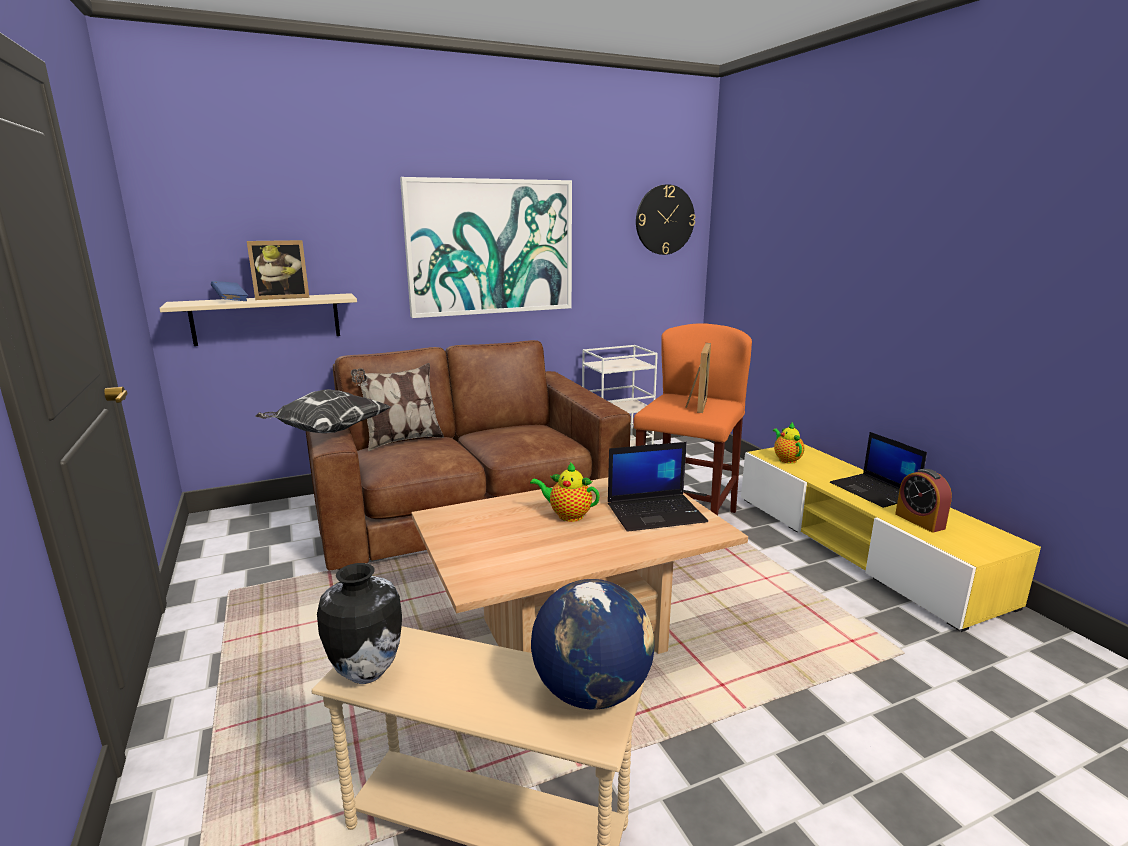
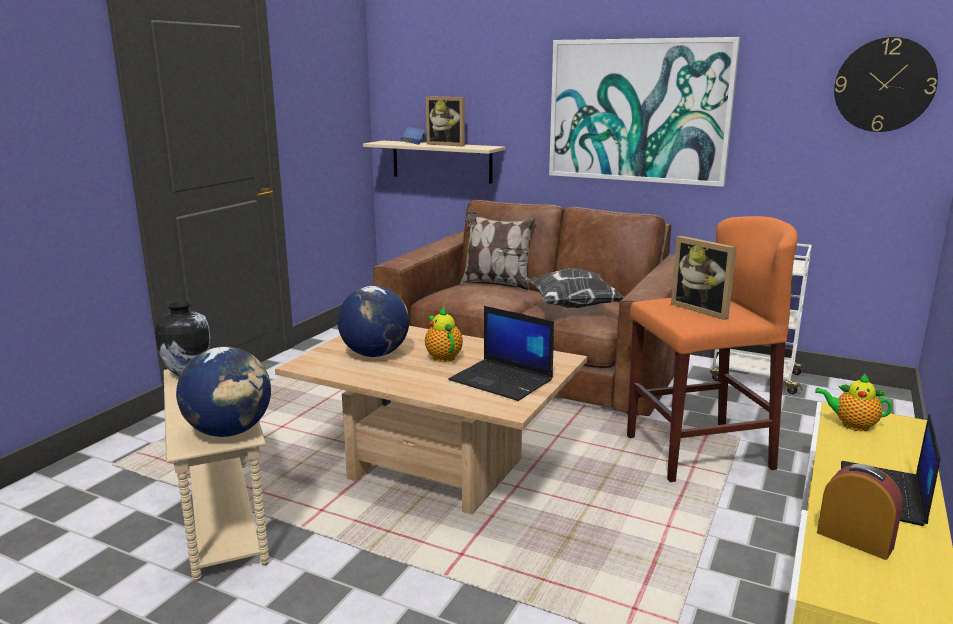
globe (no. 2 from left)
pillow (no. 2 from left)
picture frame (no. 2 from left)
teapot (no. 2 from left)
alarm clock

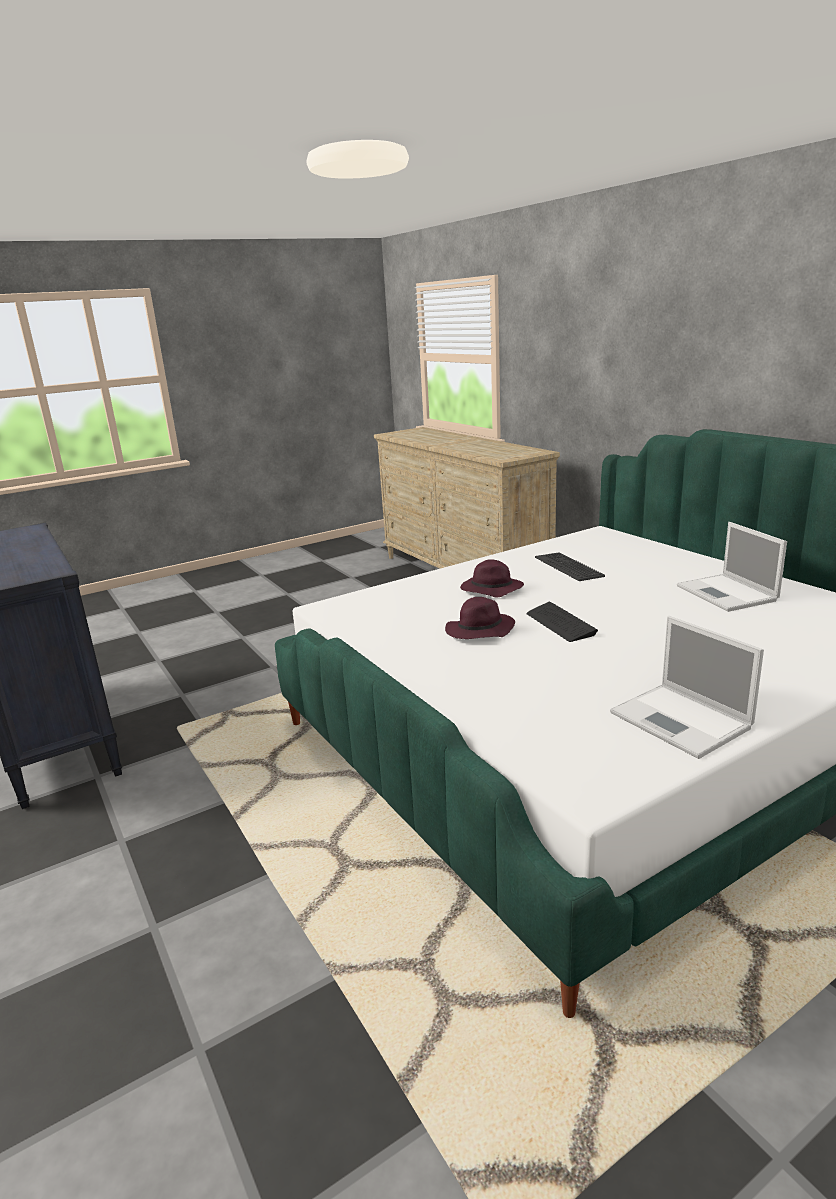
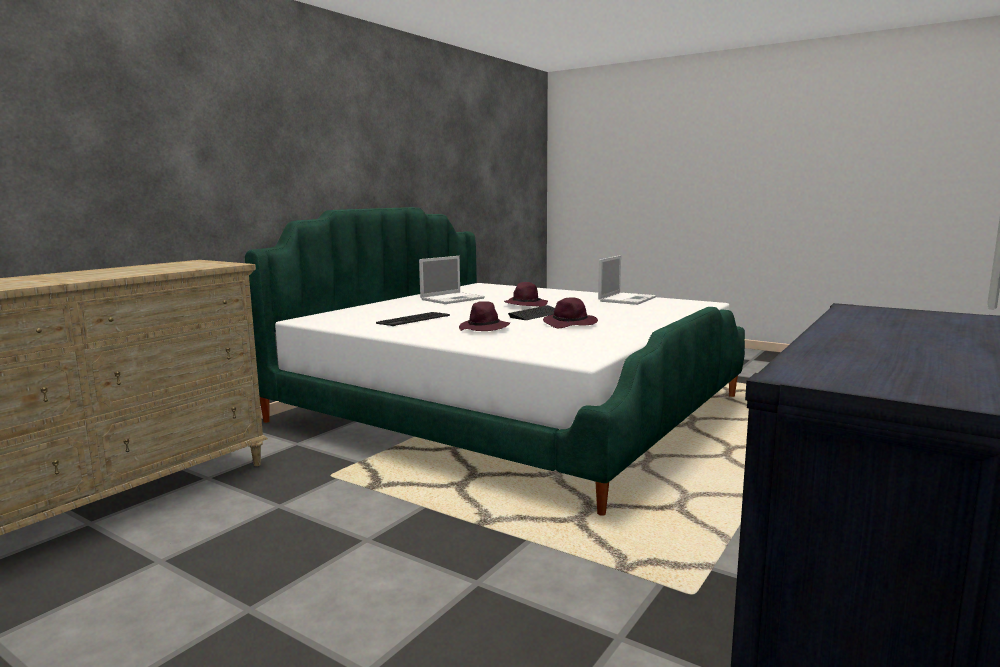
hat (purple) (no. 2 from left)

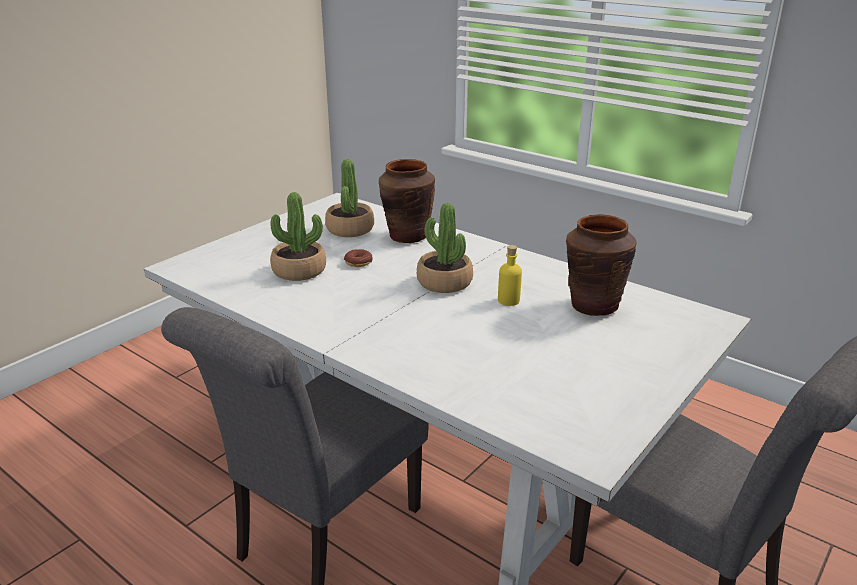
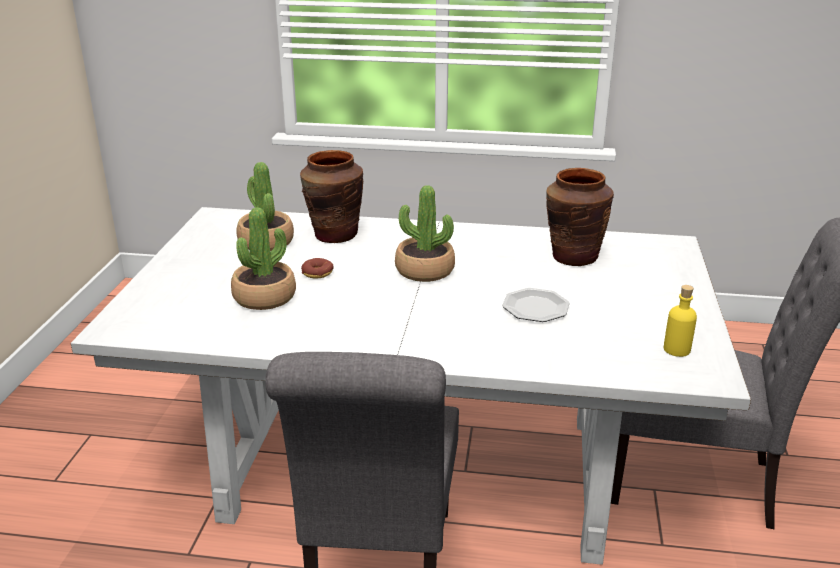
plate
bottle (yellow)

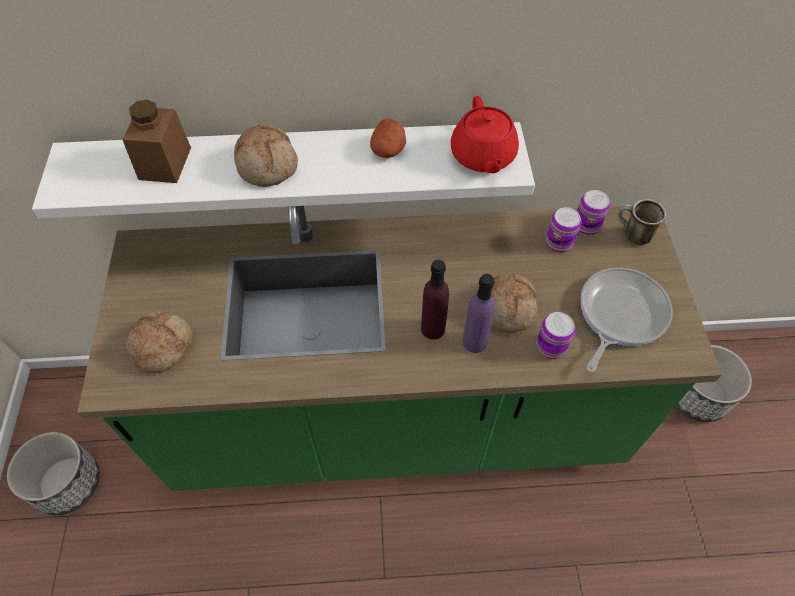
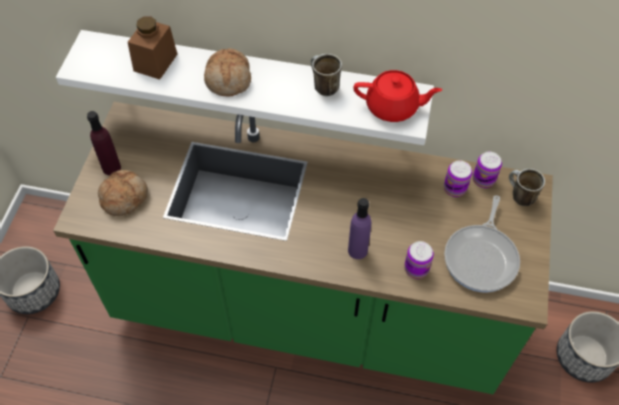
bottle (purple) (no. 1 from left)
mug (no. 1 from left)
teapot (red)
frying pan
bread (no. 3 from left in the first image)

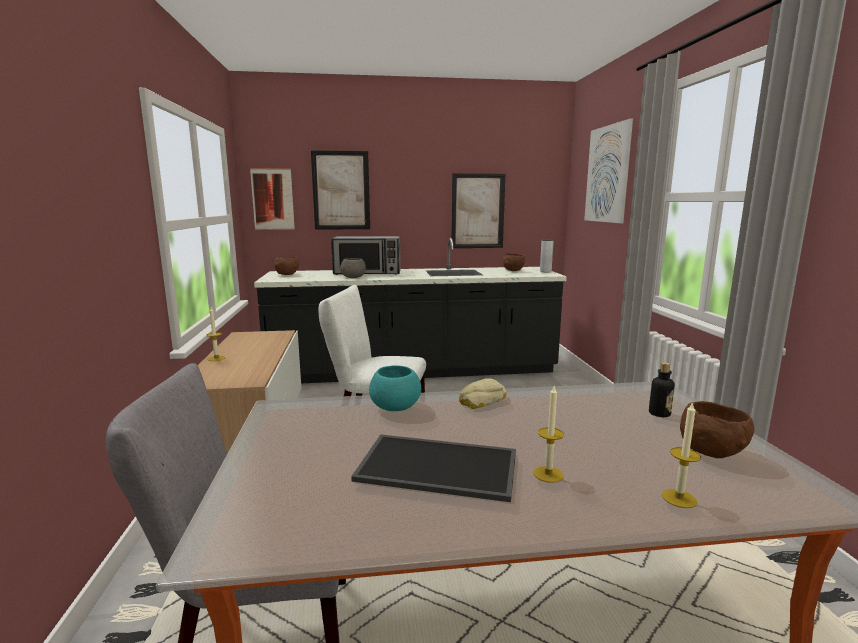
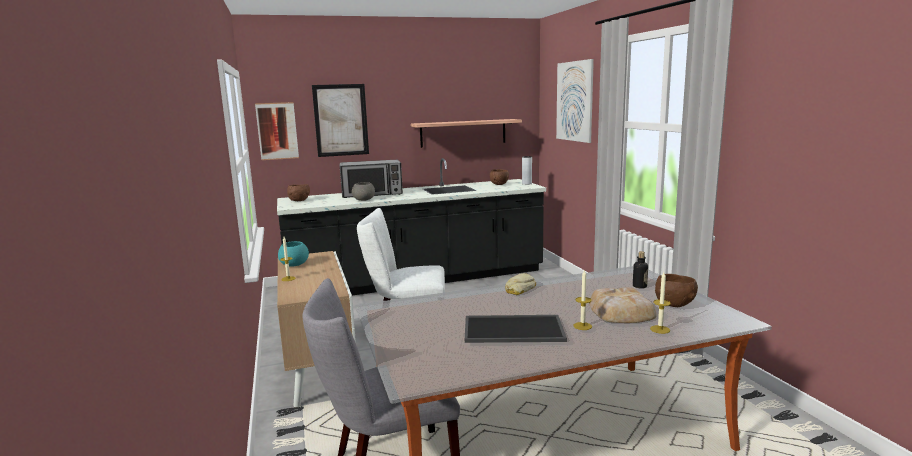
bowl (turquoise)
shelf
bread (no. 2 from left)

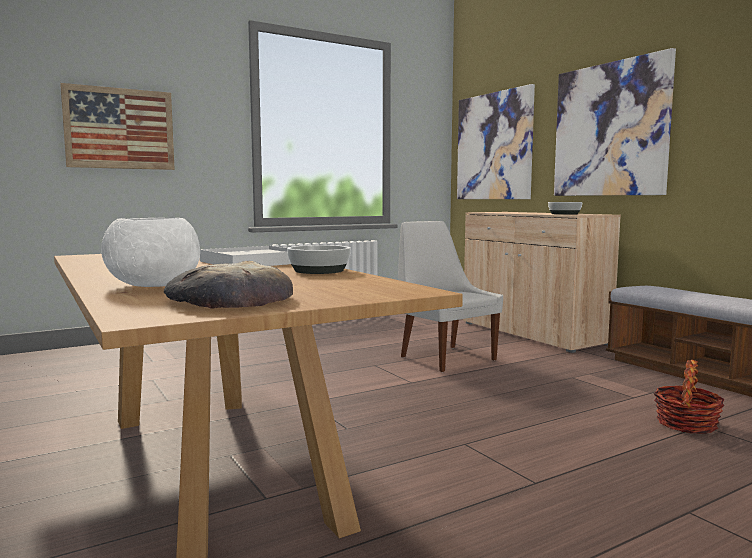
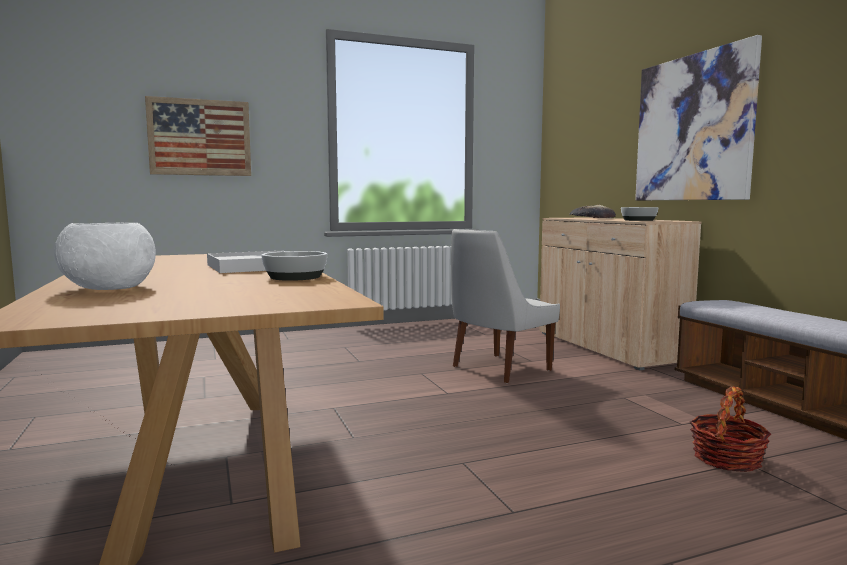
chair (white)
bread
picture (no. 2 from left in the first image)

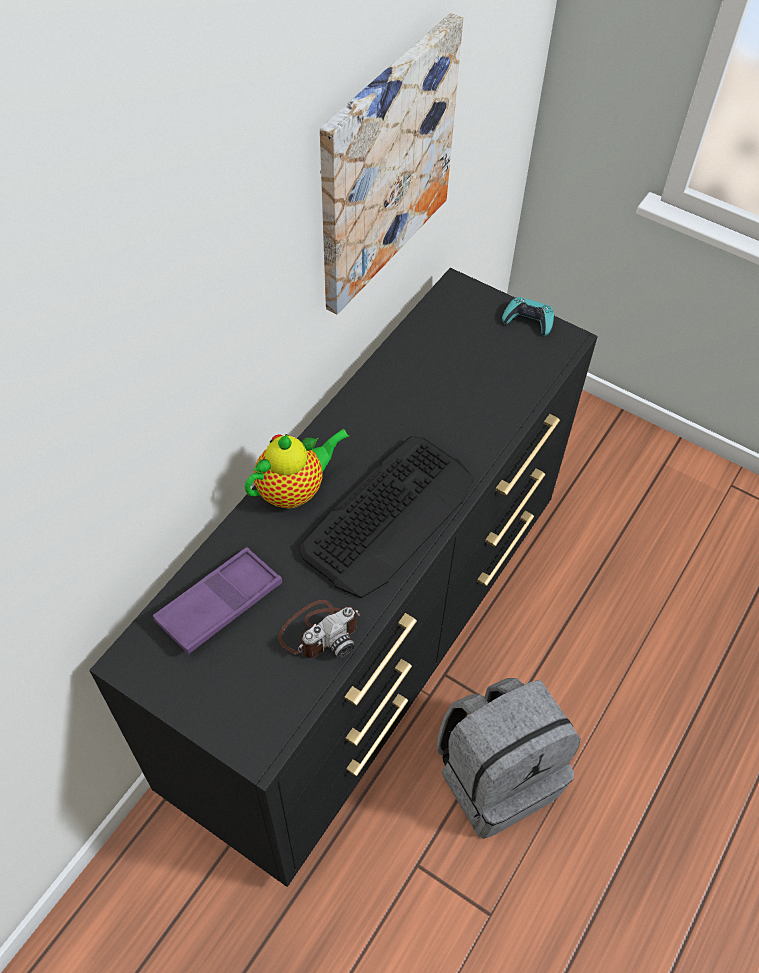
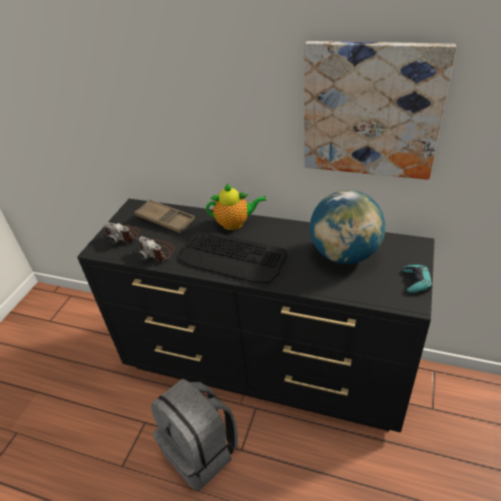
photo camera (no. 1 from left)
tray (brown)
teapot
globe

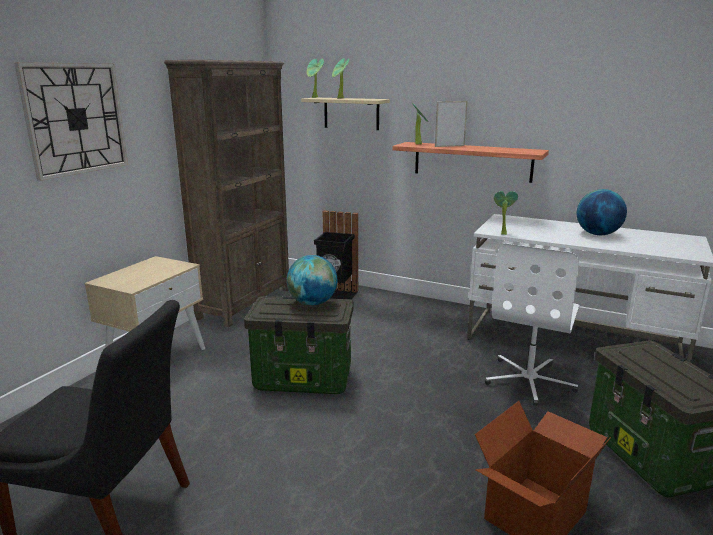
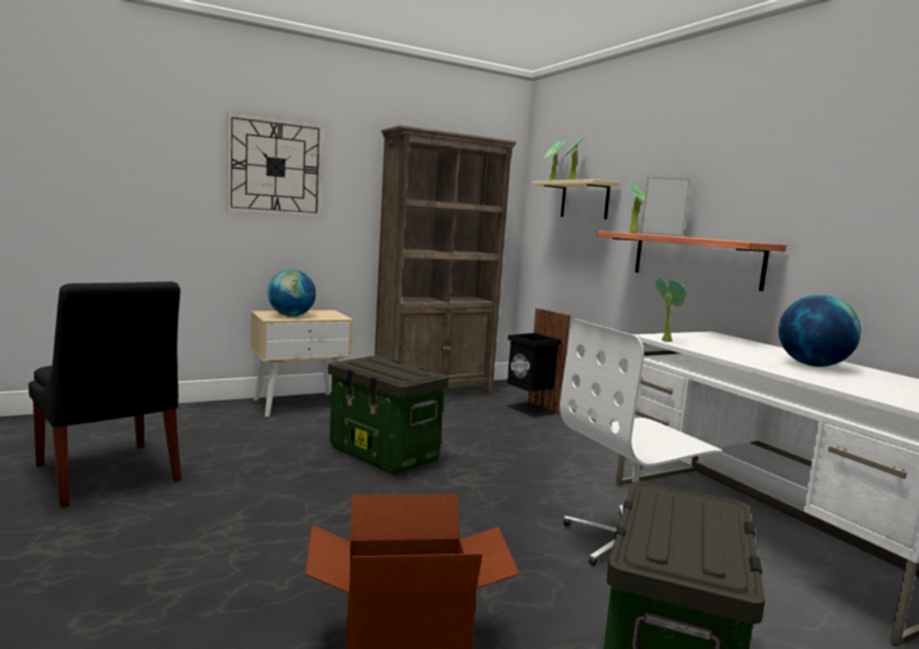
globe (no. 1 from left)

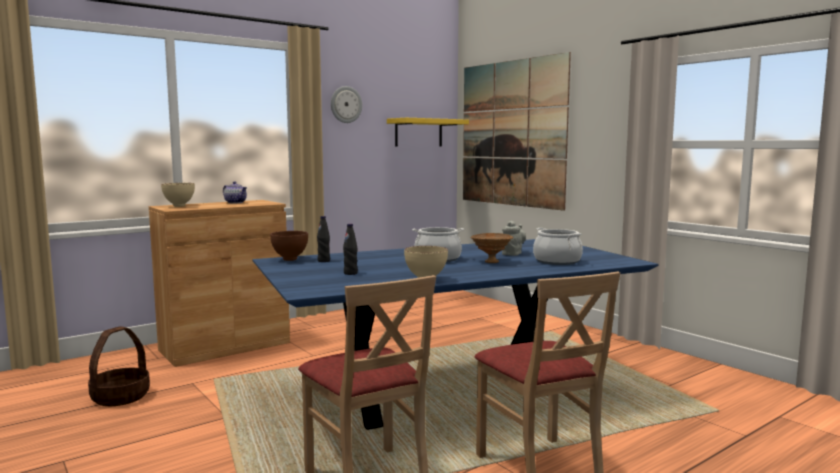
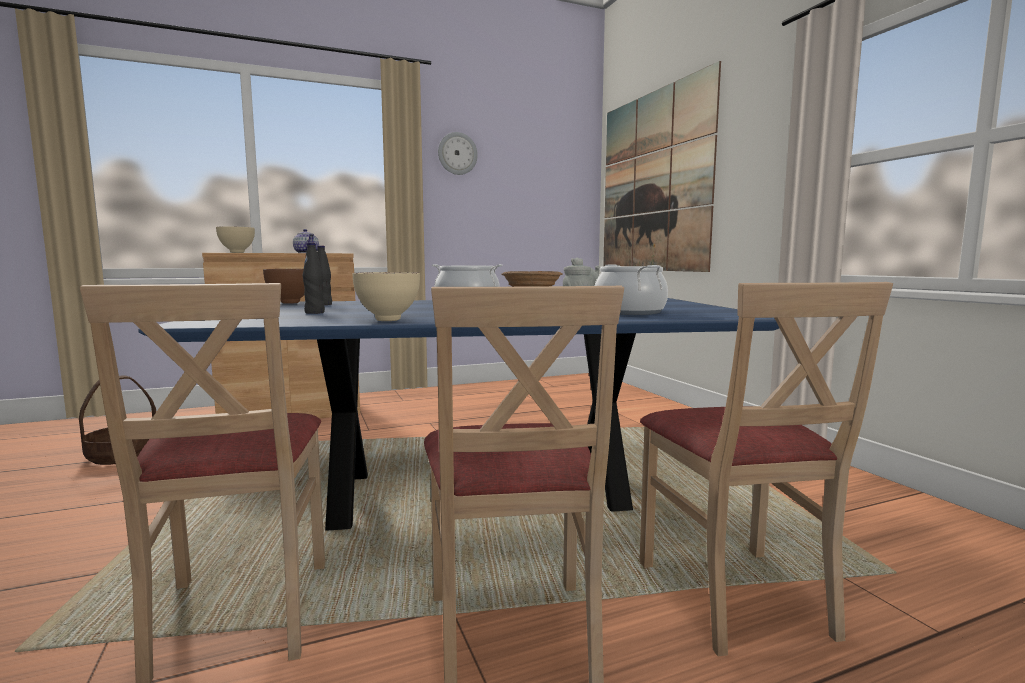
chair (beige) (no. 3 from left)
shelf (yellow)

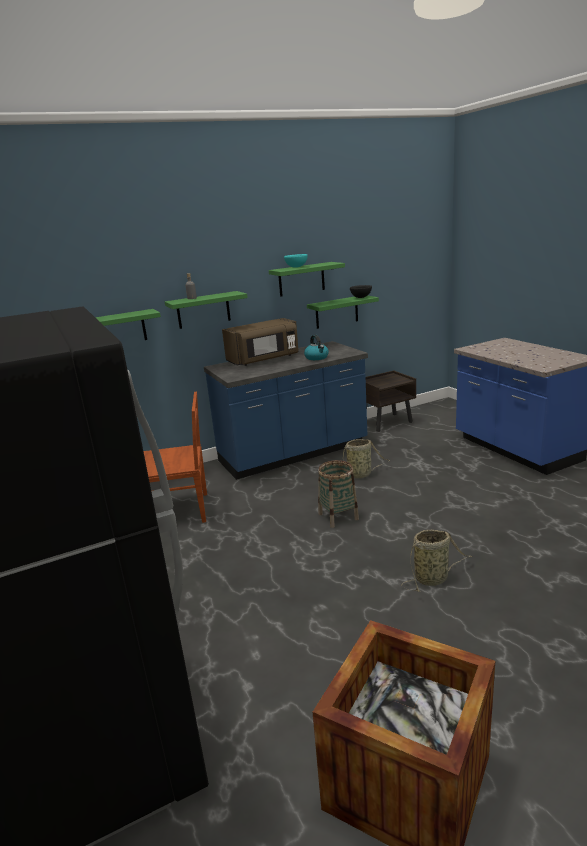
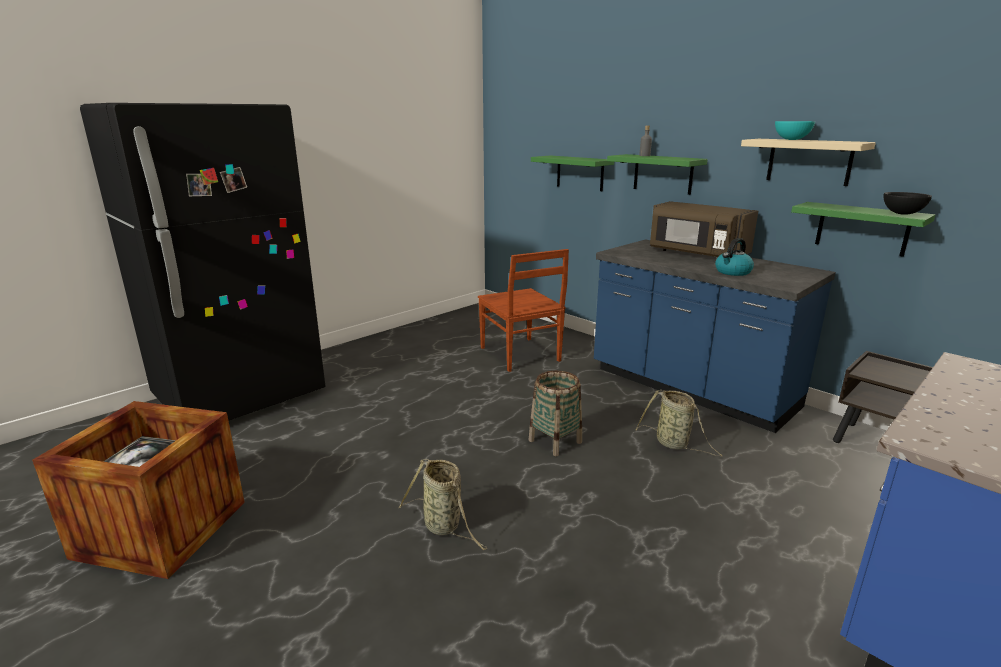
shelf (beige)

